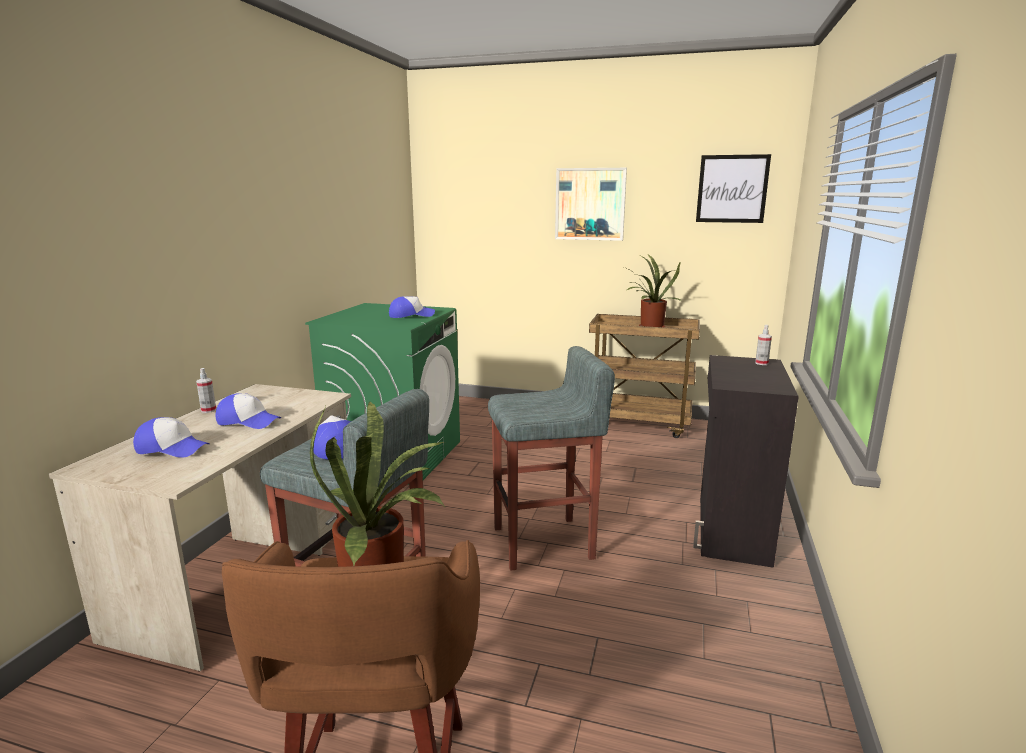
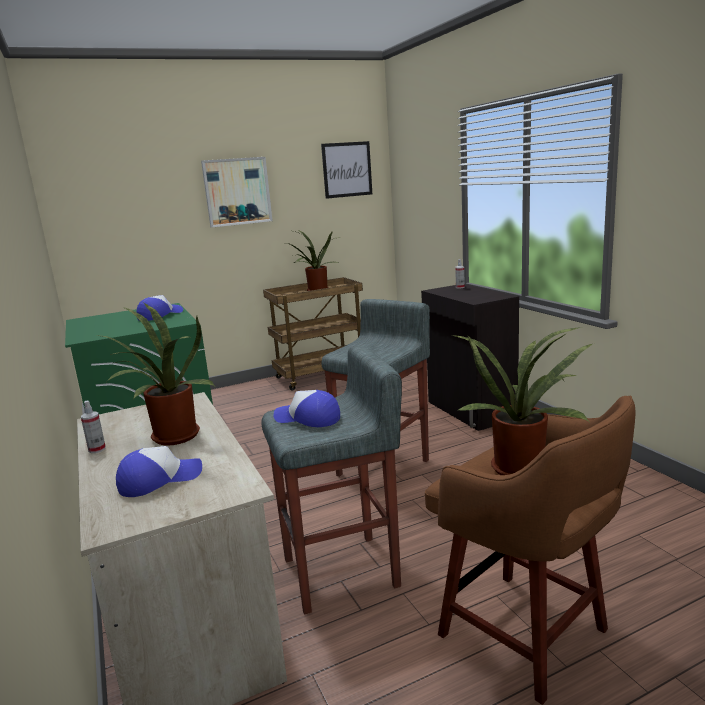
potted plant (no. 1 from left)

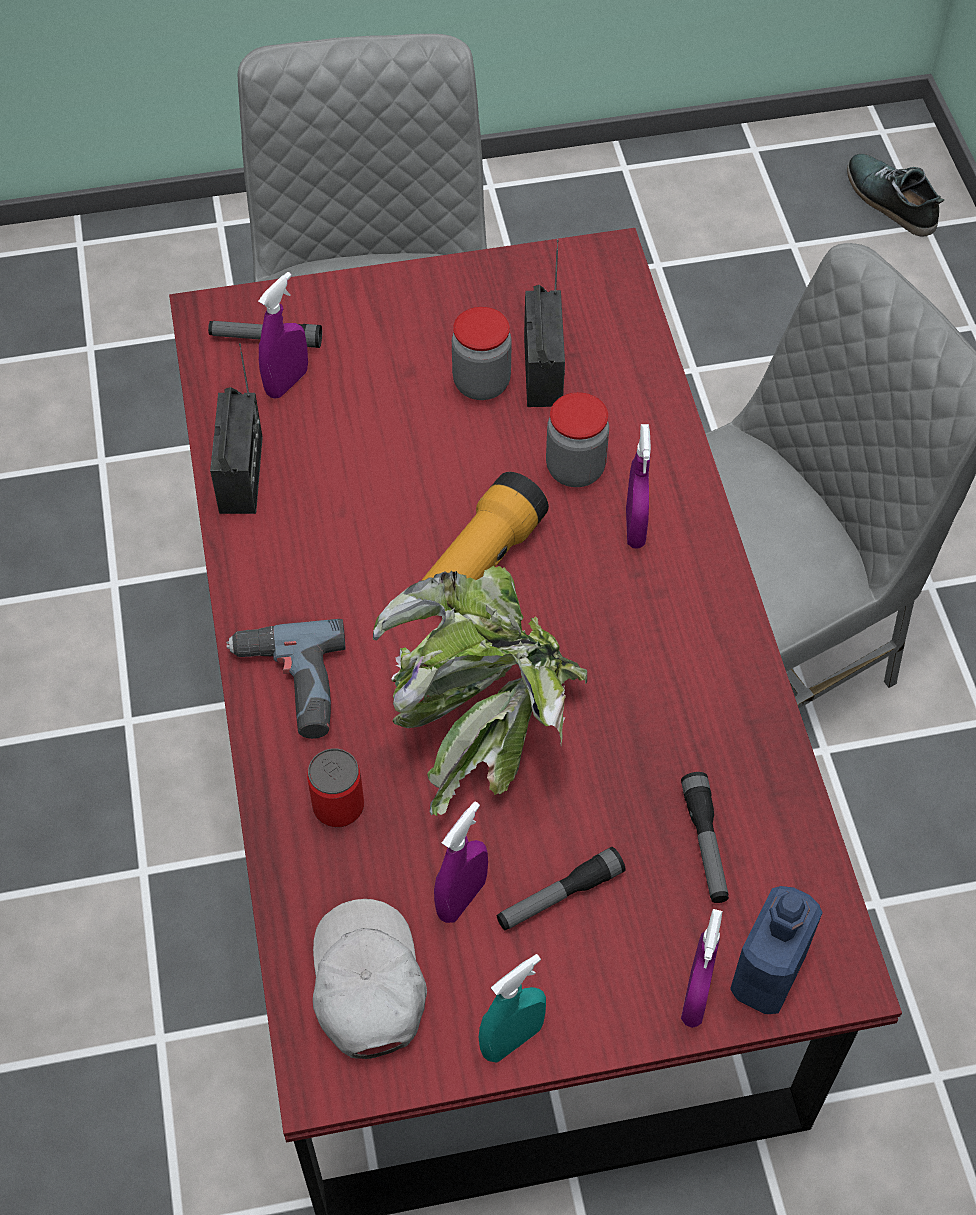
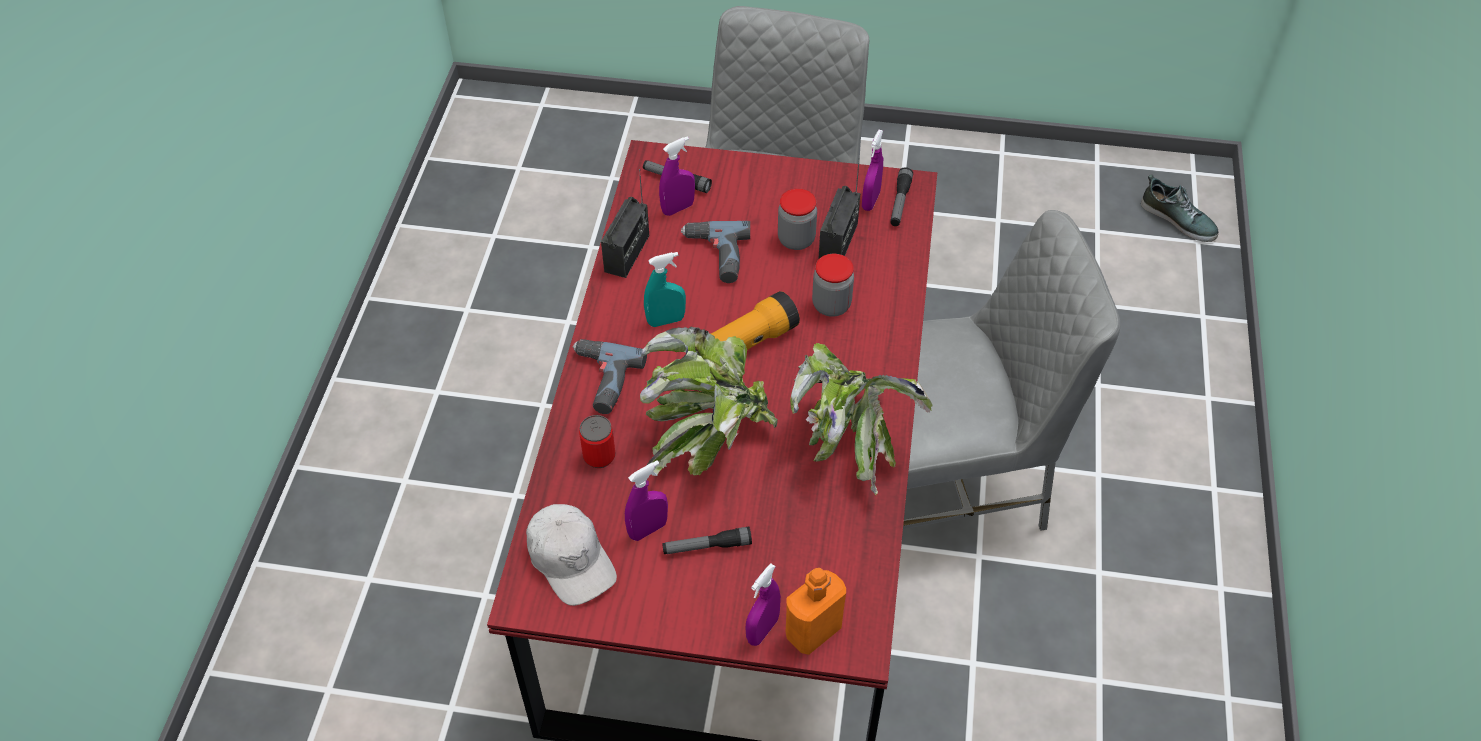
cap (white)
spray bottle (turquoise)
power drill (no. 2 from left)
bottle (orange)
potted plant (no. 2 from left)
spray bottle (purple) (no. 4 from left)
flashlight (no. 4 from left)
shoe

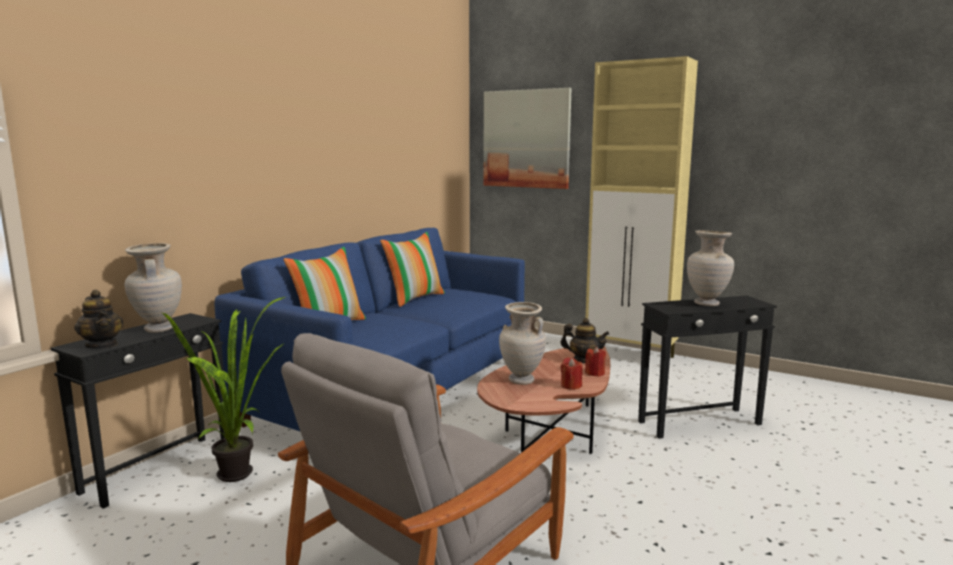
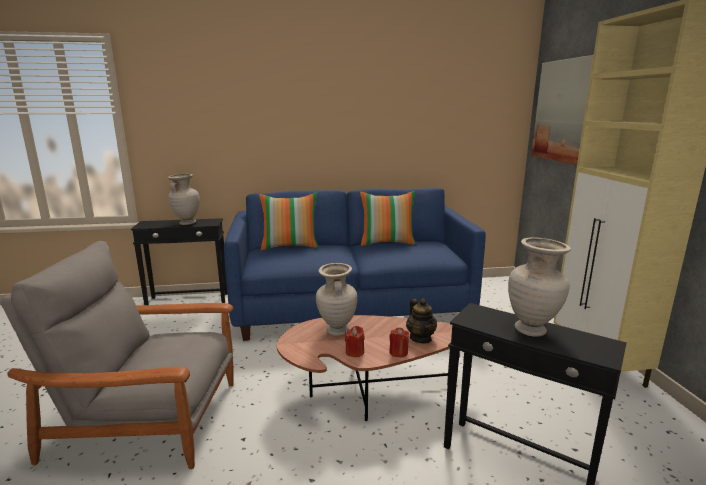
teapot (no. 1 from left in the first image)
potted plant

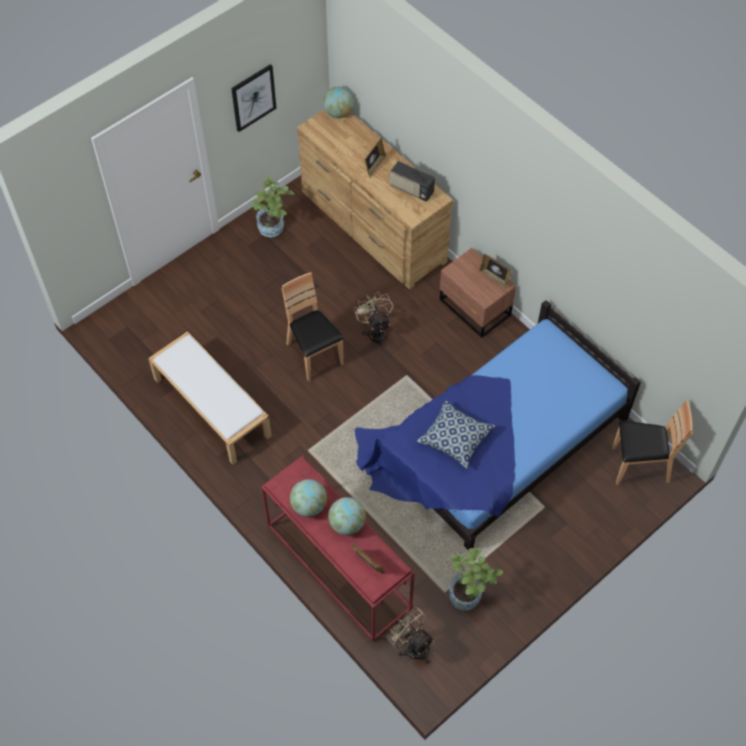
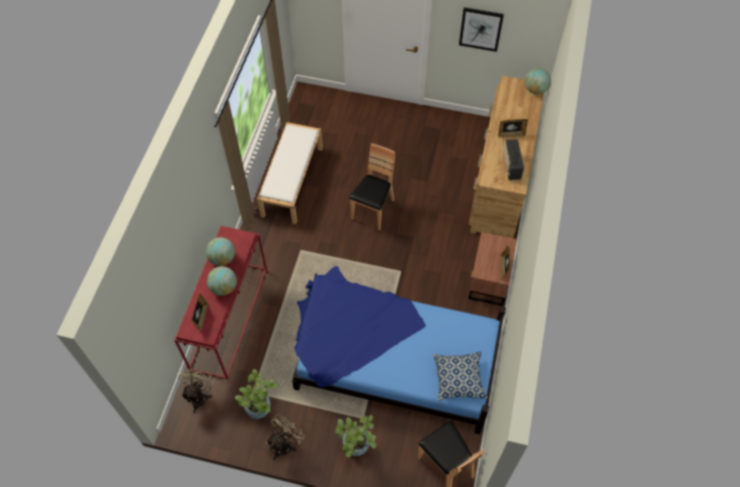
fan (beige) (no. 2 from left)
potted plant (no. 2 from left)
pillow

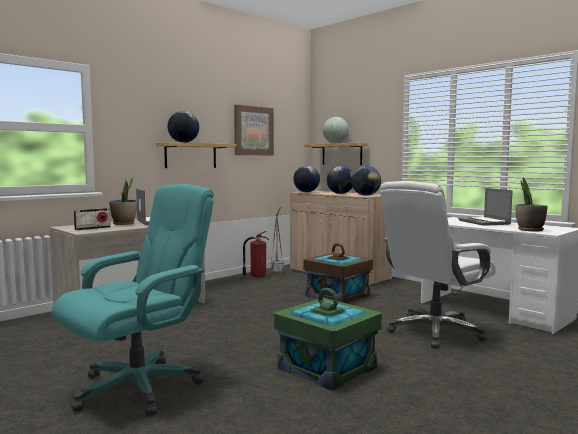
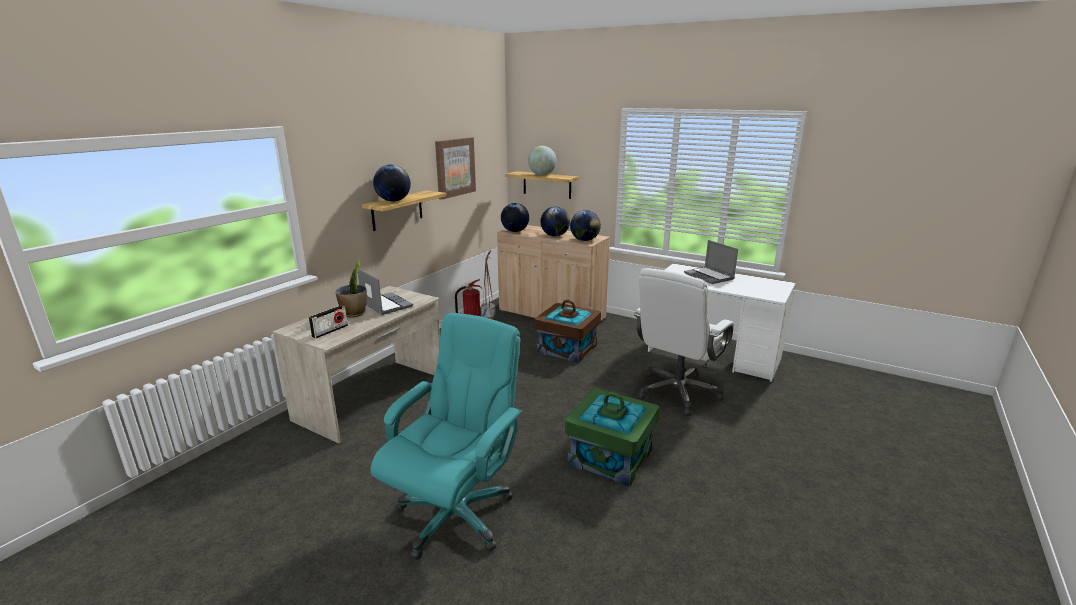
potted plant (no. 2 from left in the first image)

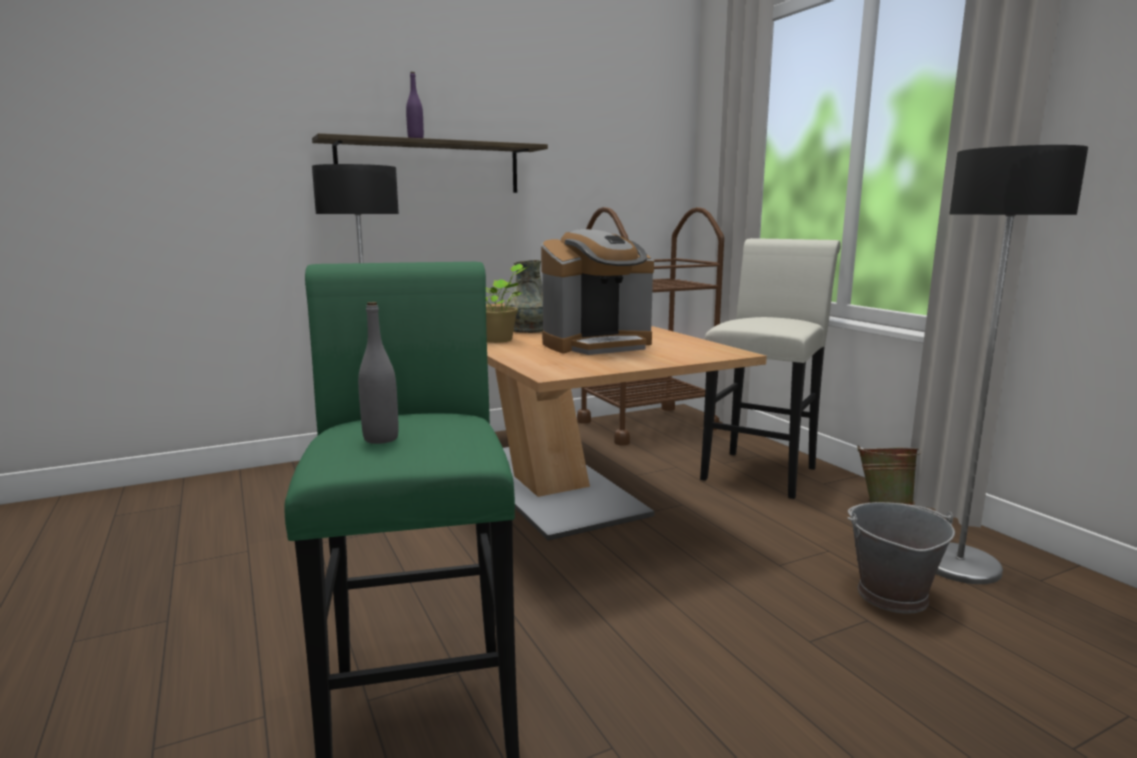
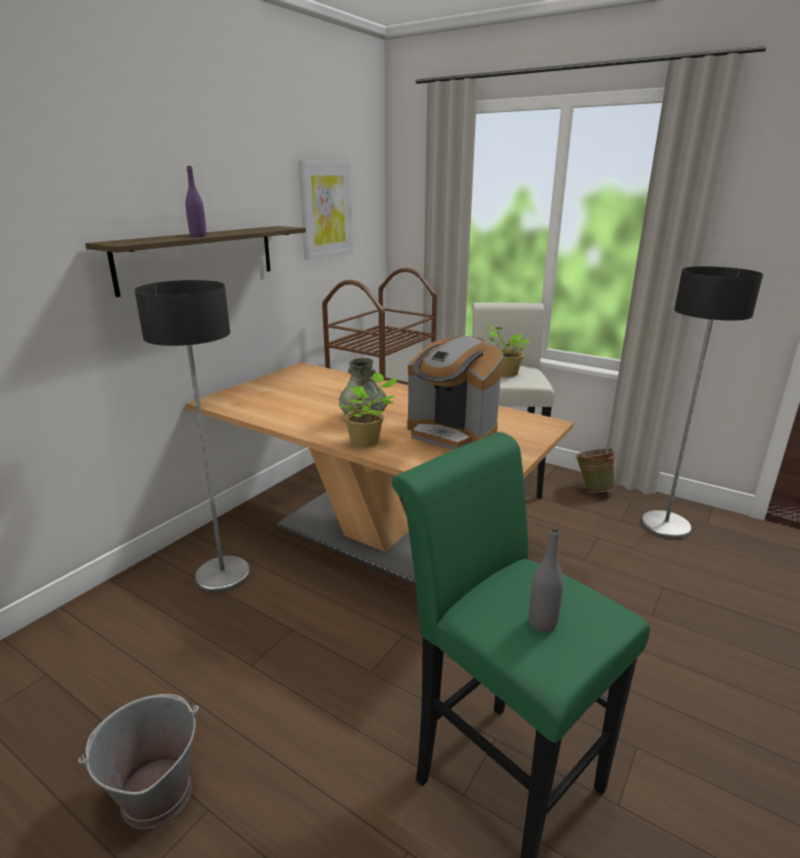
bucket (grey)
picture
coffee machine
potted plant (no. 2 from left)

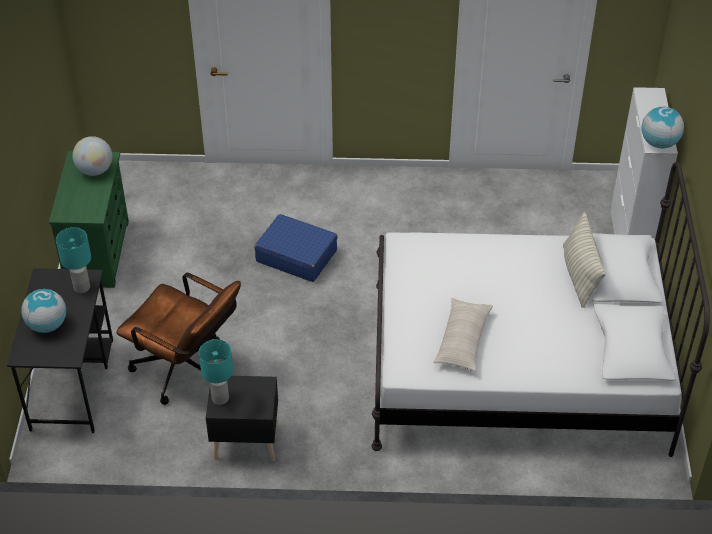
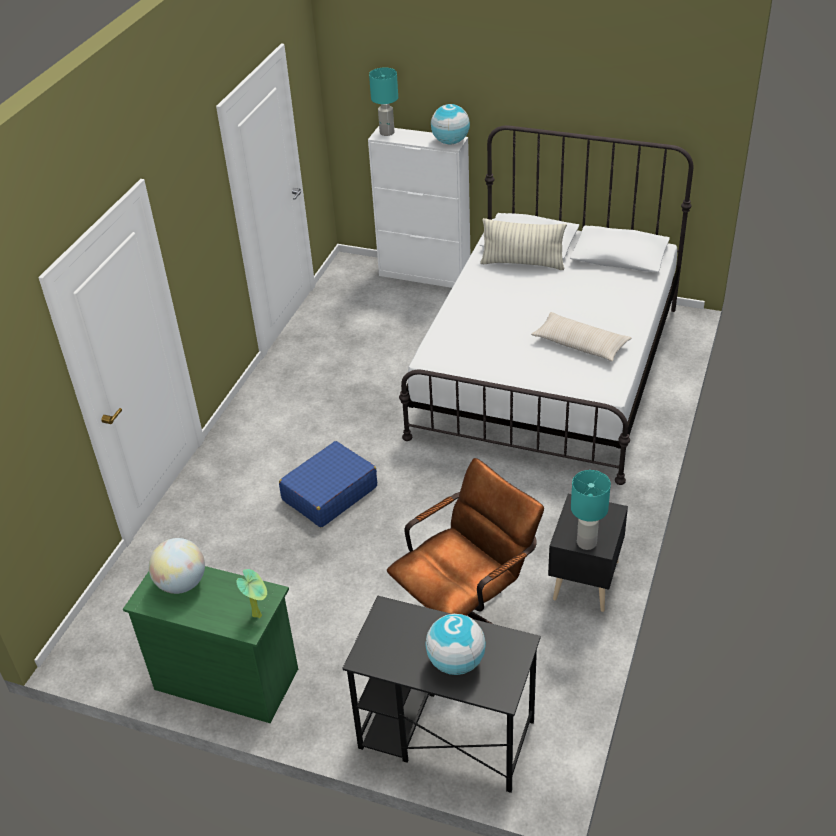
potted plant
table lamp (turquoise) (no. 1 from left)

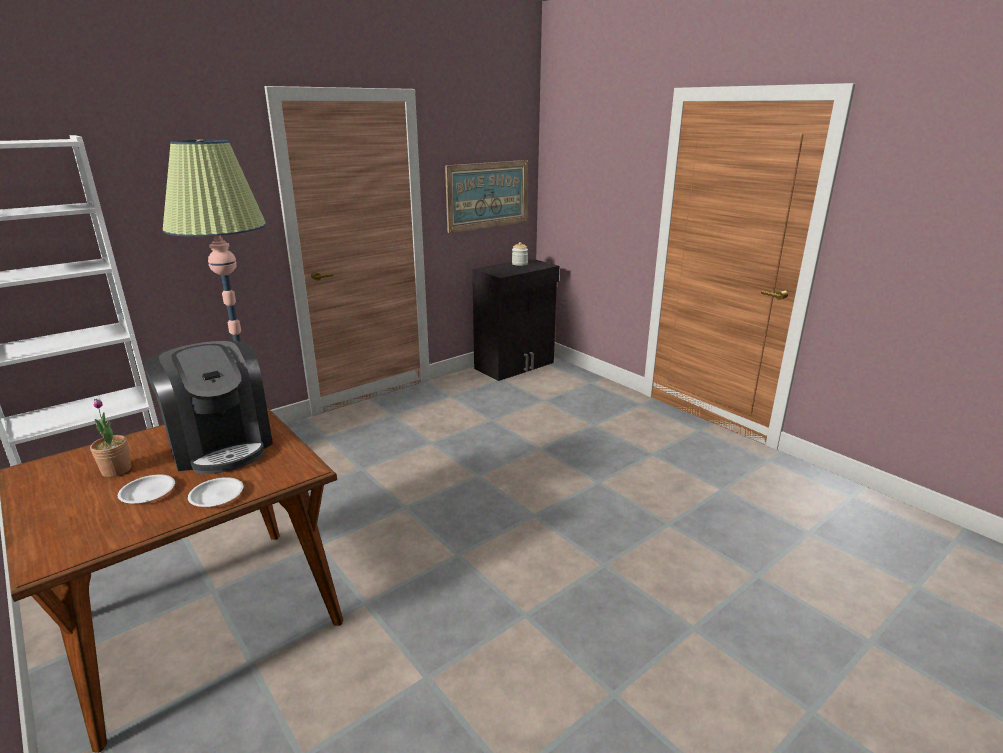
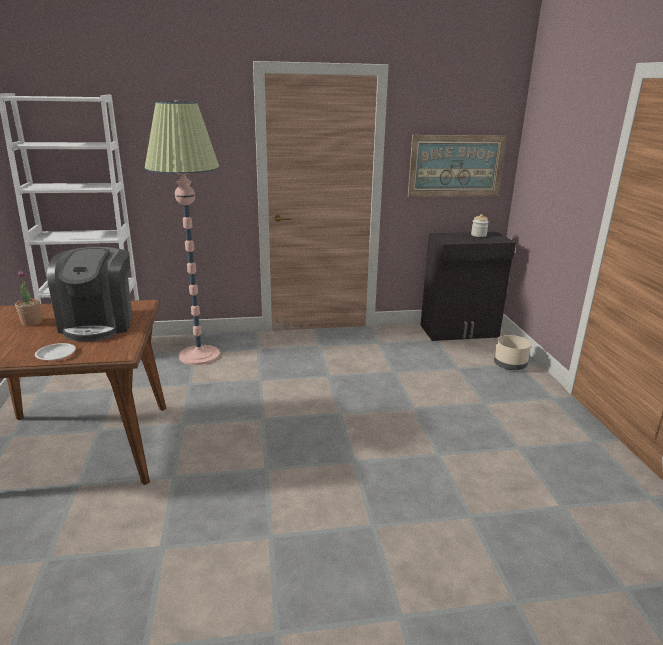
planter (beige)
plate (white) (no. 1 from left in the first image)

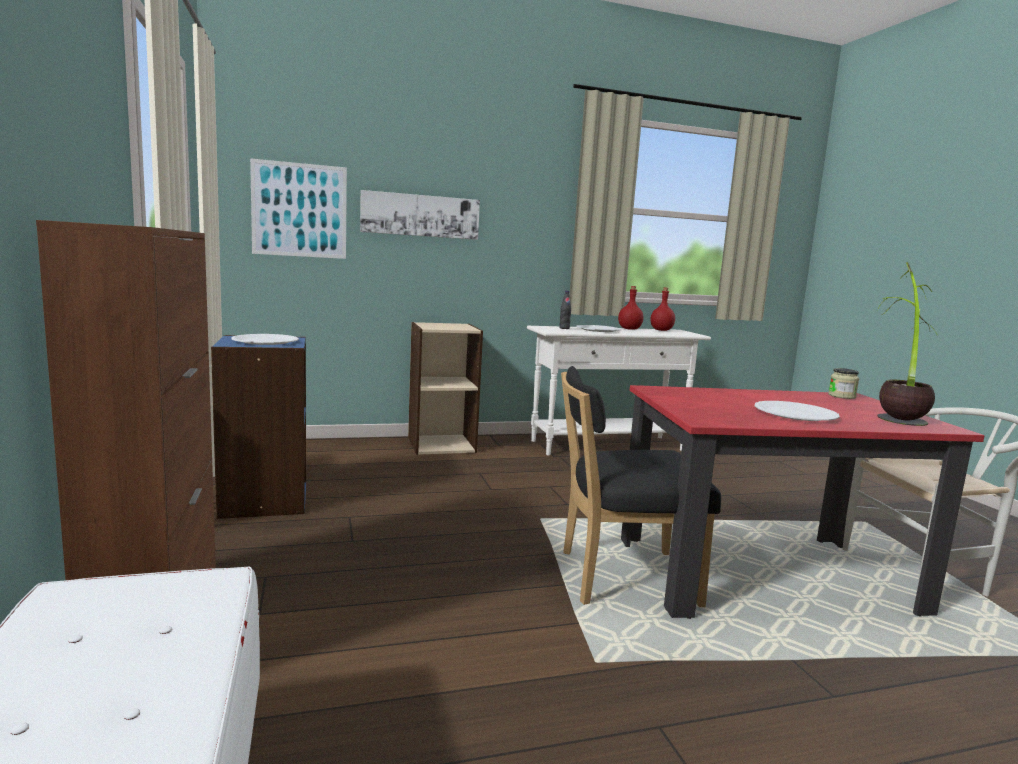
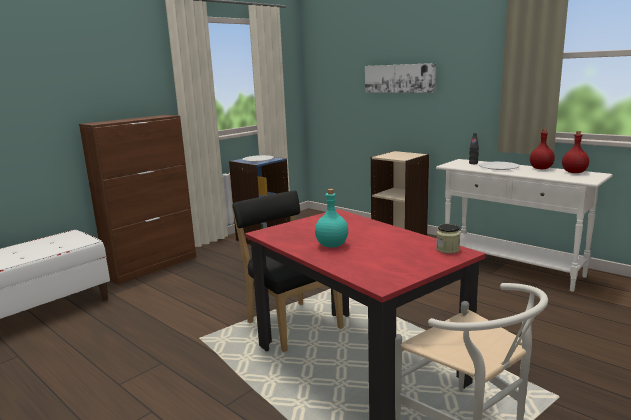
bottle (turquoise)
picture (no. 1 from left in the first image)
potted plant

